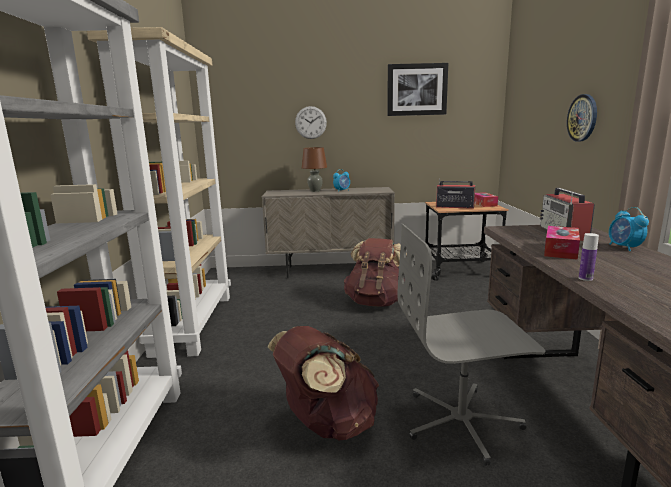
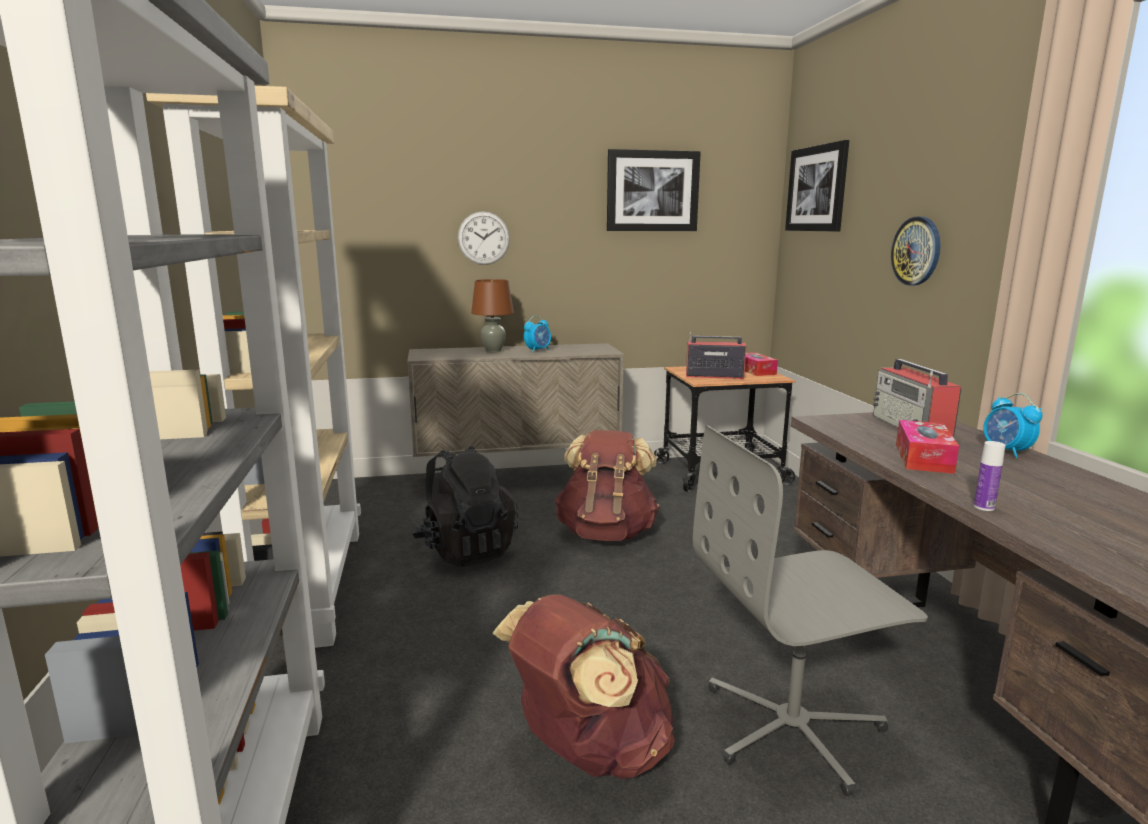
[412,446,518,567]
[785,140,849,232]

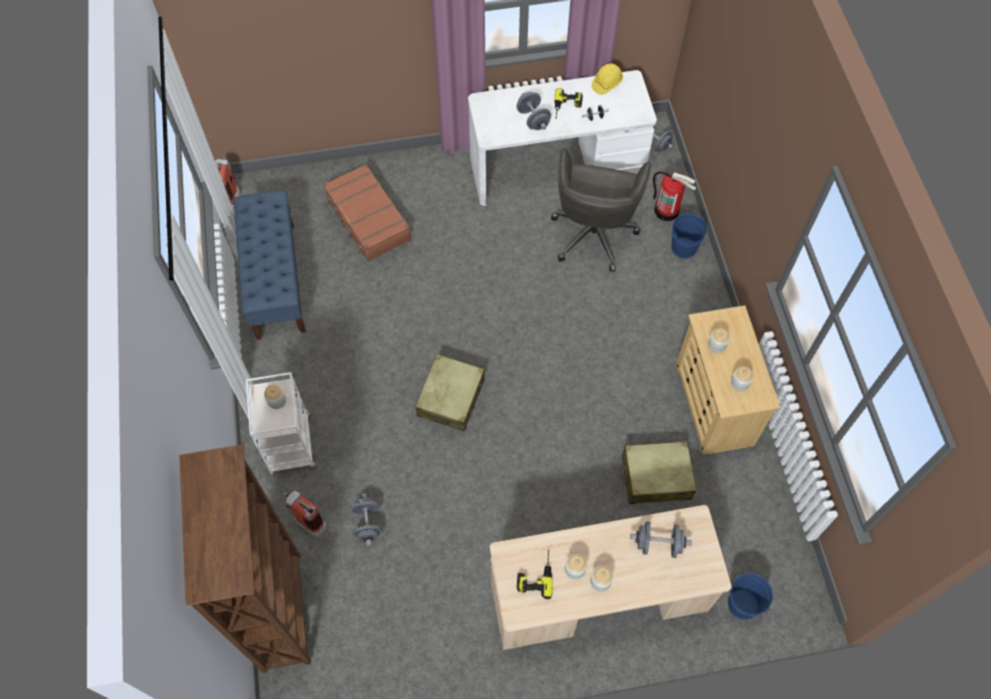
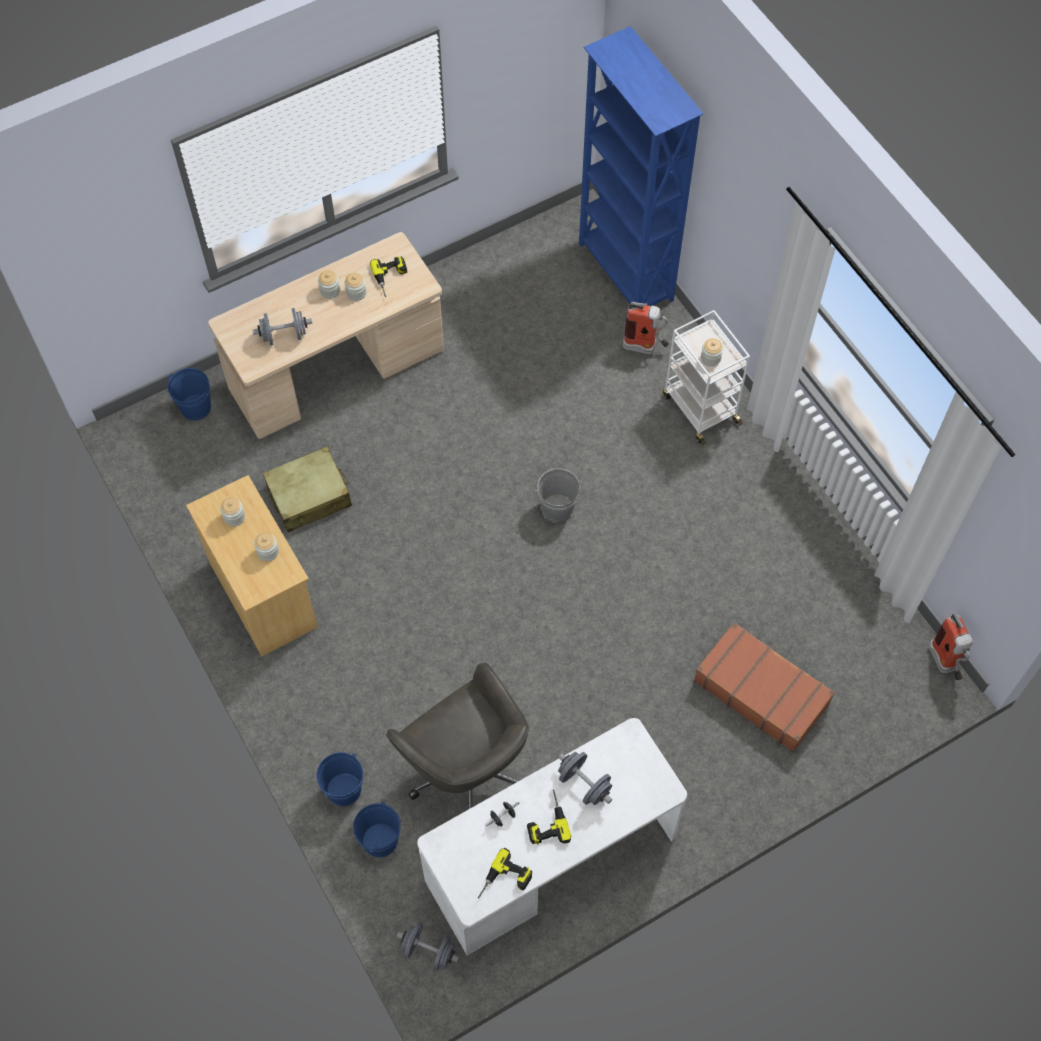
[233,190,306,340] (first image)
[351,494,382,546] (first image)
[534,468,582,522]
[478,848,532,899]
[353,801,401,858]
[579,26,704,306]
[386,663,529,809]

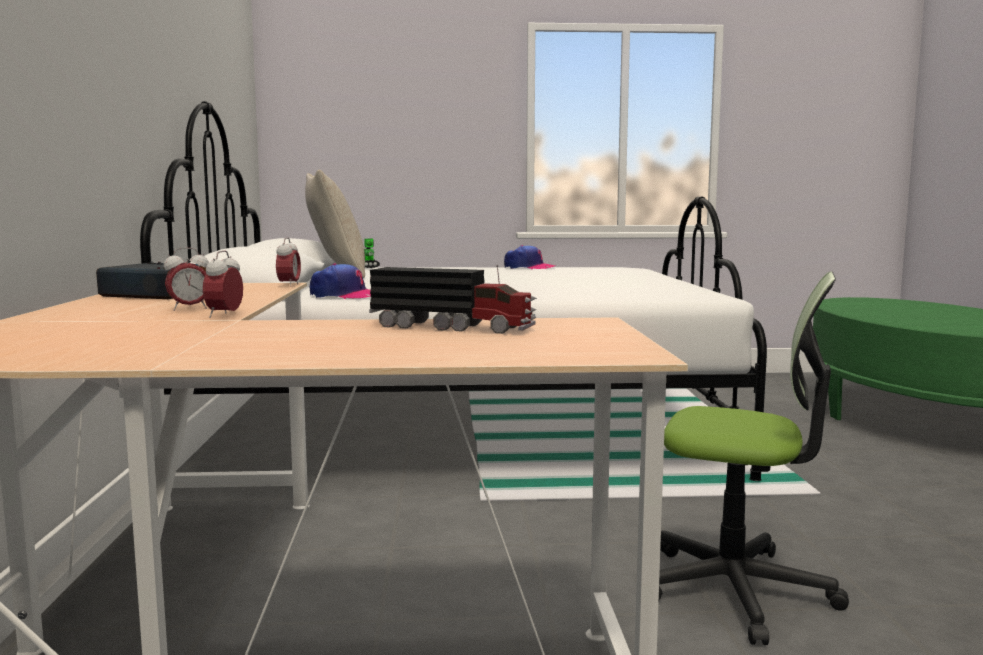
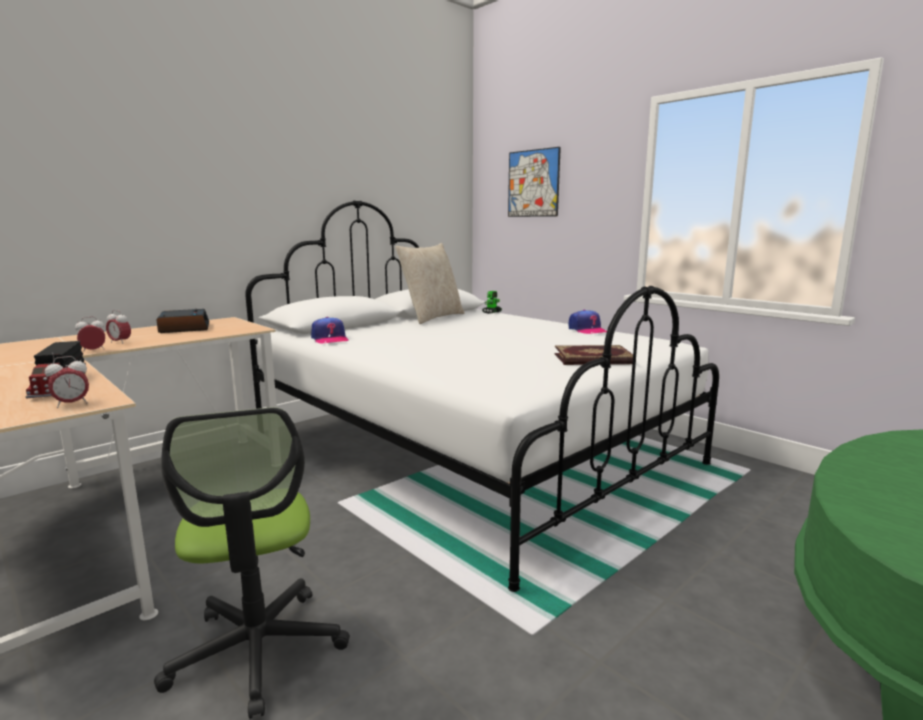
[508,147,561,217]
[555,345,633,365]
[45,356,89,408]

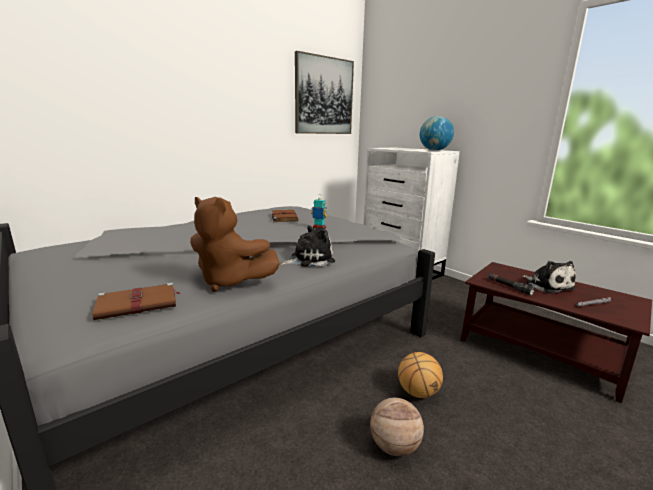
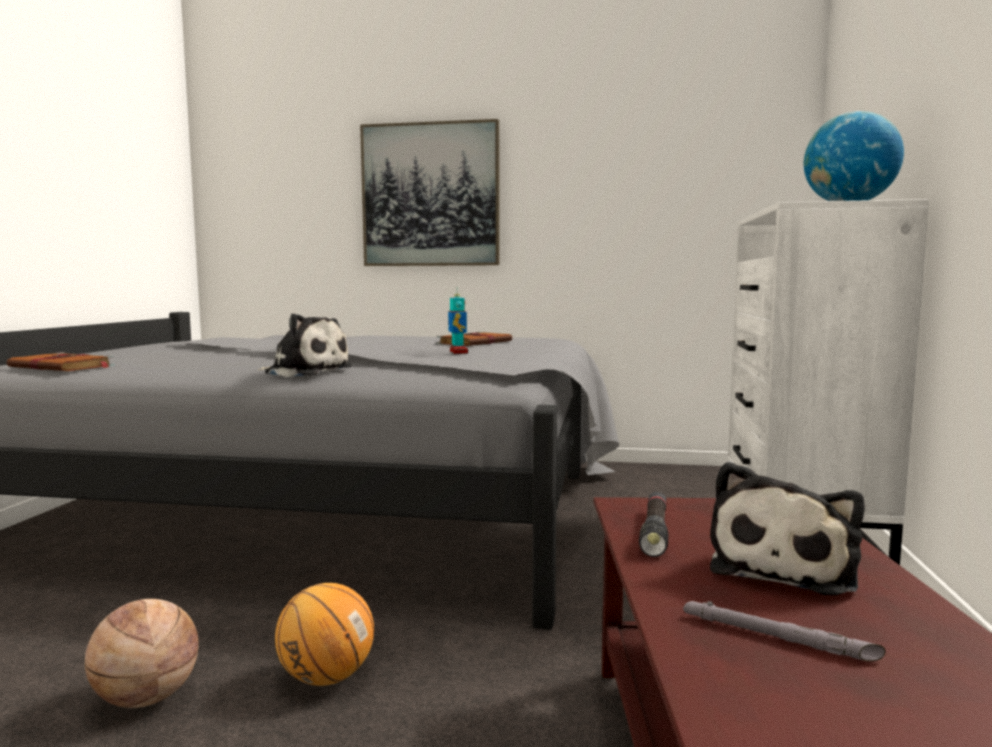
[190,197,280,292] (first image)
[360,119,500,266]

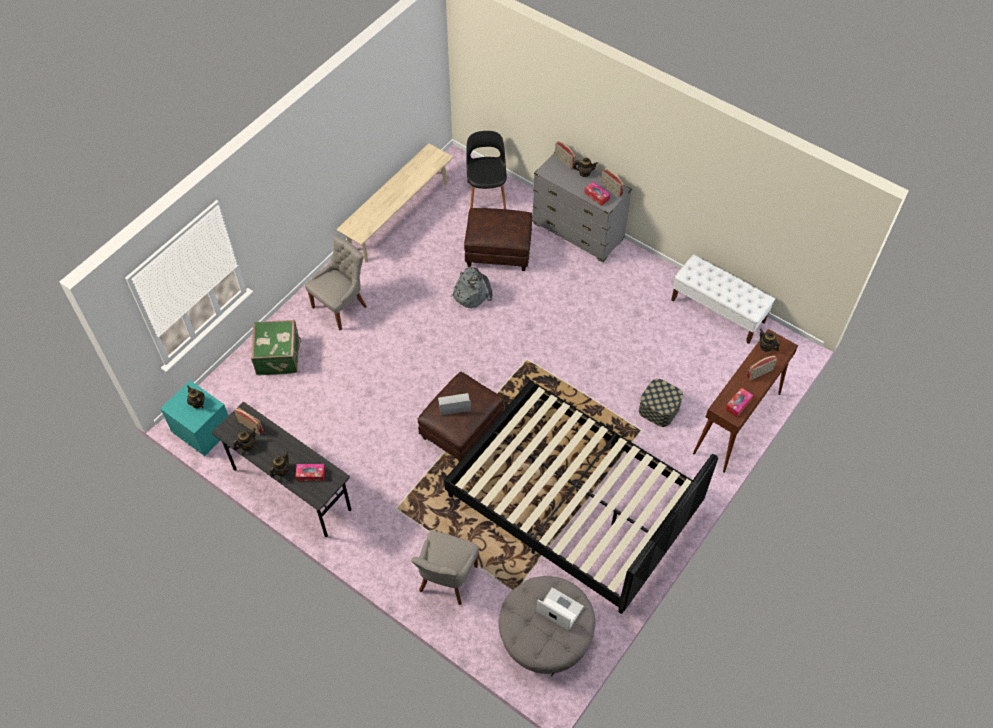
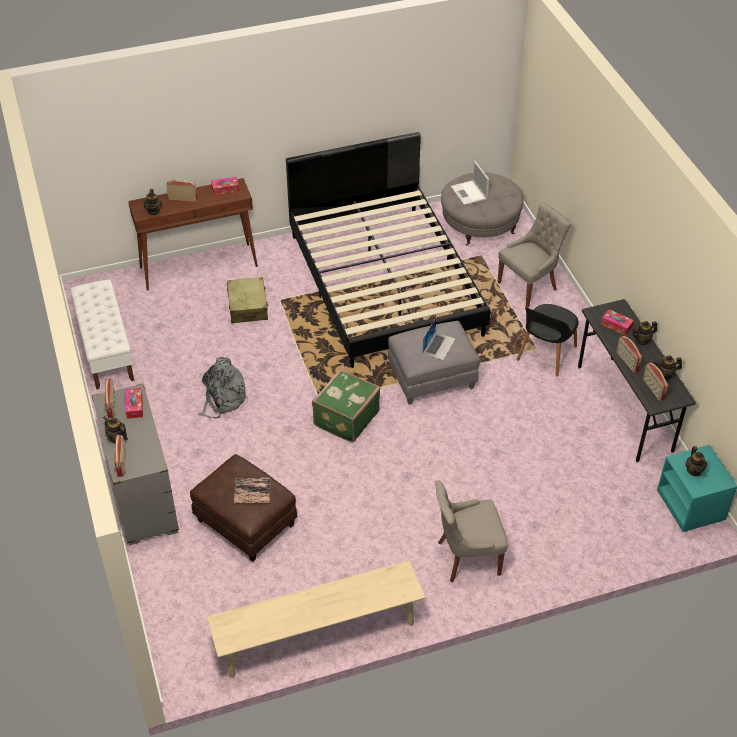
[234,478,271,504]
[616,336,642,373]
[312,369,380,443]
[198,357,248,419]
[517,304,579,377]
[227,277,268,323]
[388,321,480,405]
[422,318,456,360]

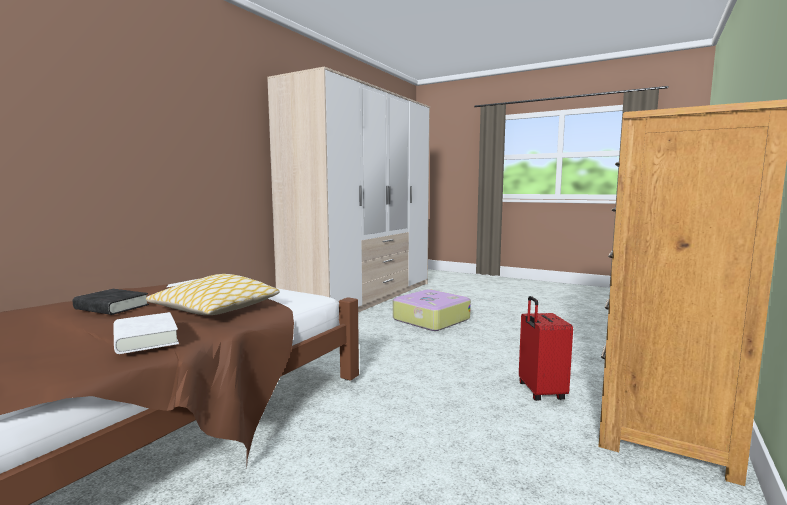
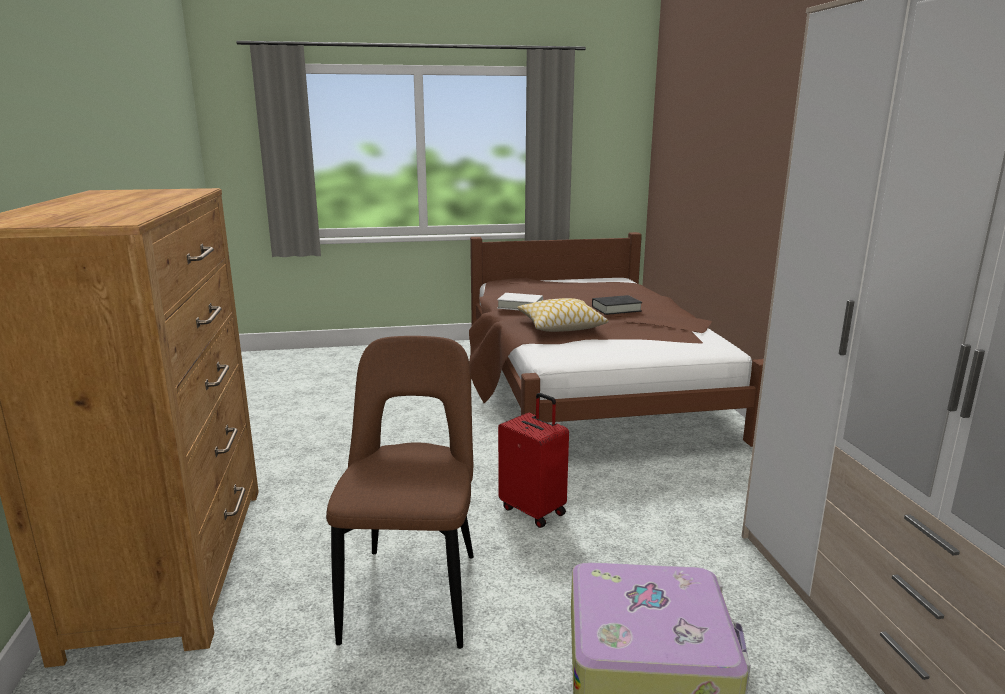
[326,336,474,649]
[498,393,569,528]

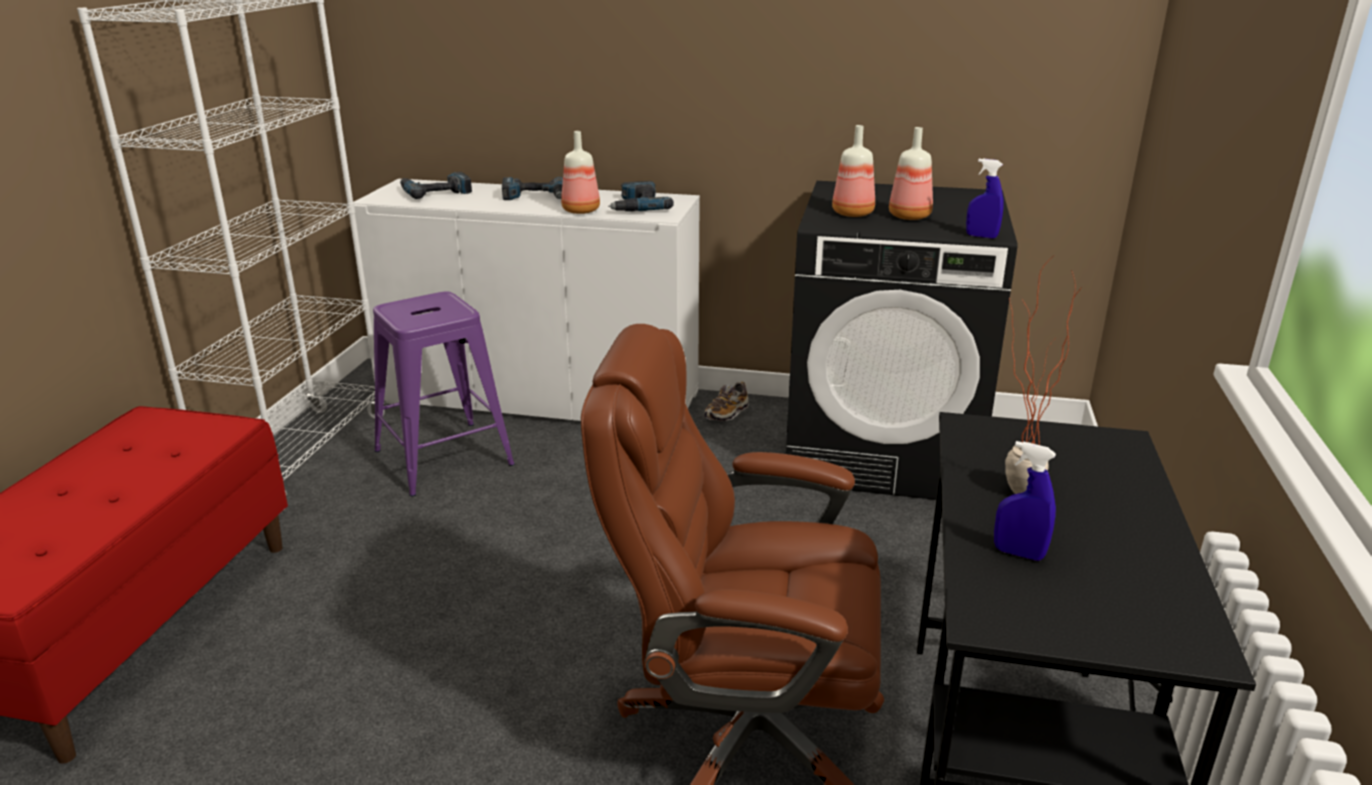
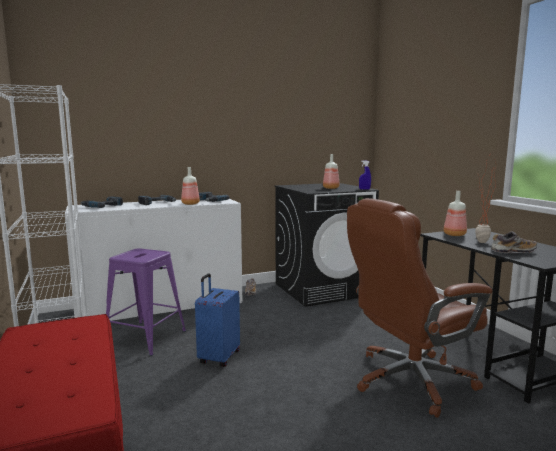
[195,273,240,367]
[444,191,467,236]
[491,232,537,253]

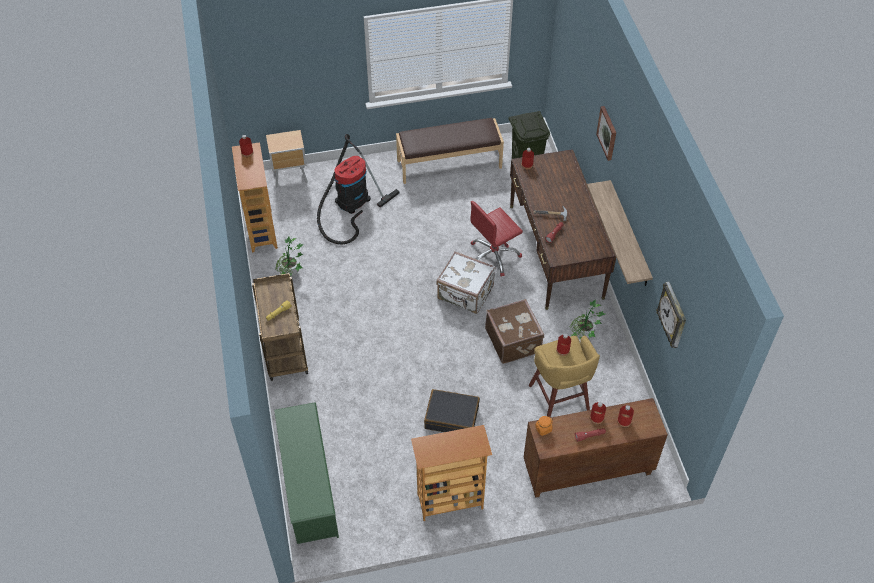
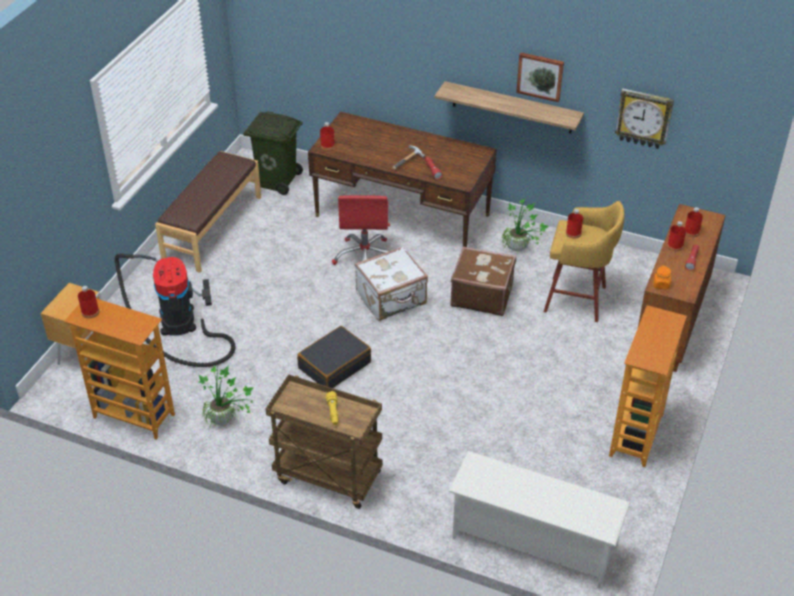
[297,326,371,388]
[516,53,564,102]
[448,451,631,589]

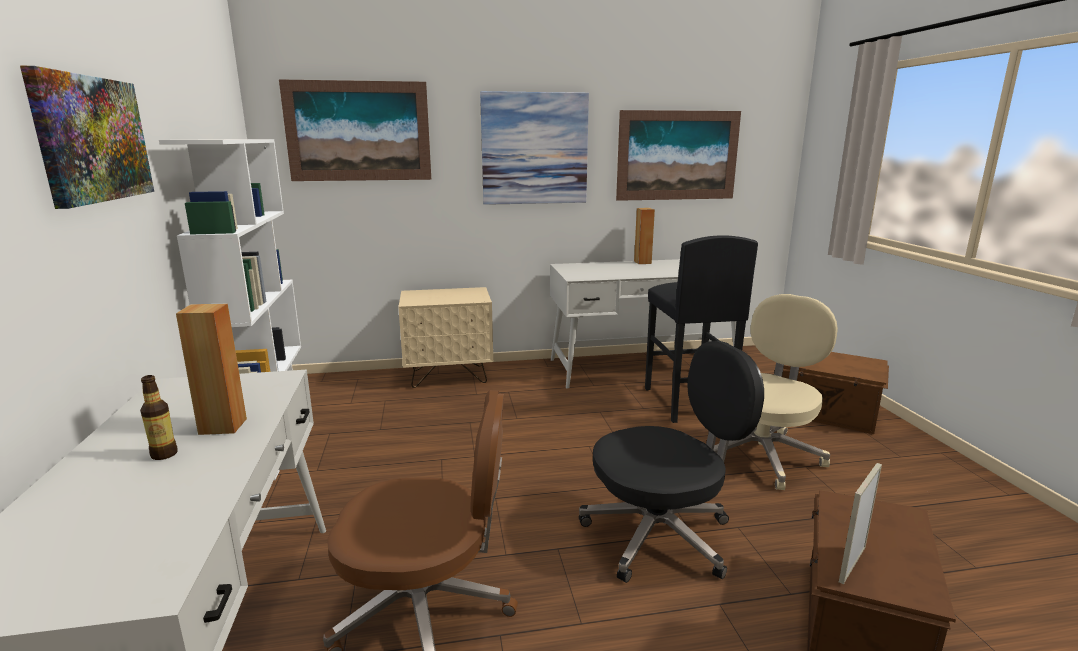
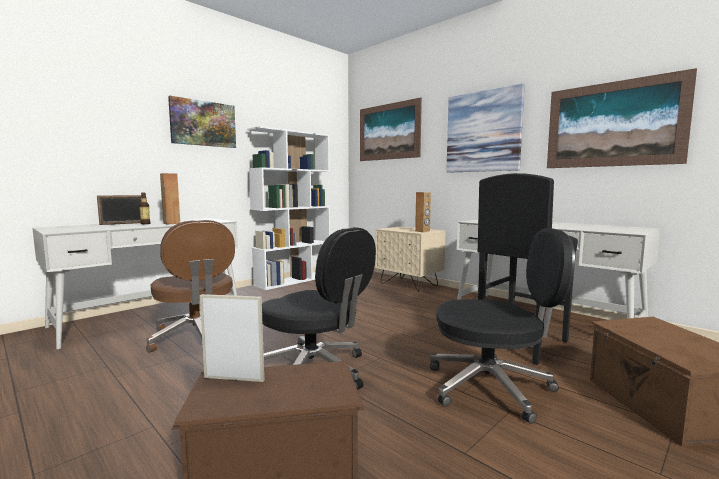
[97,195,141,225]
[415,192,431,232]
[430,228,575,424]

